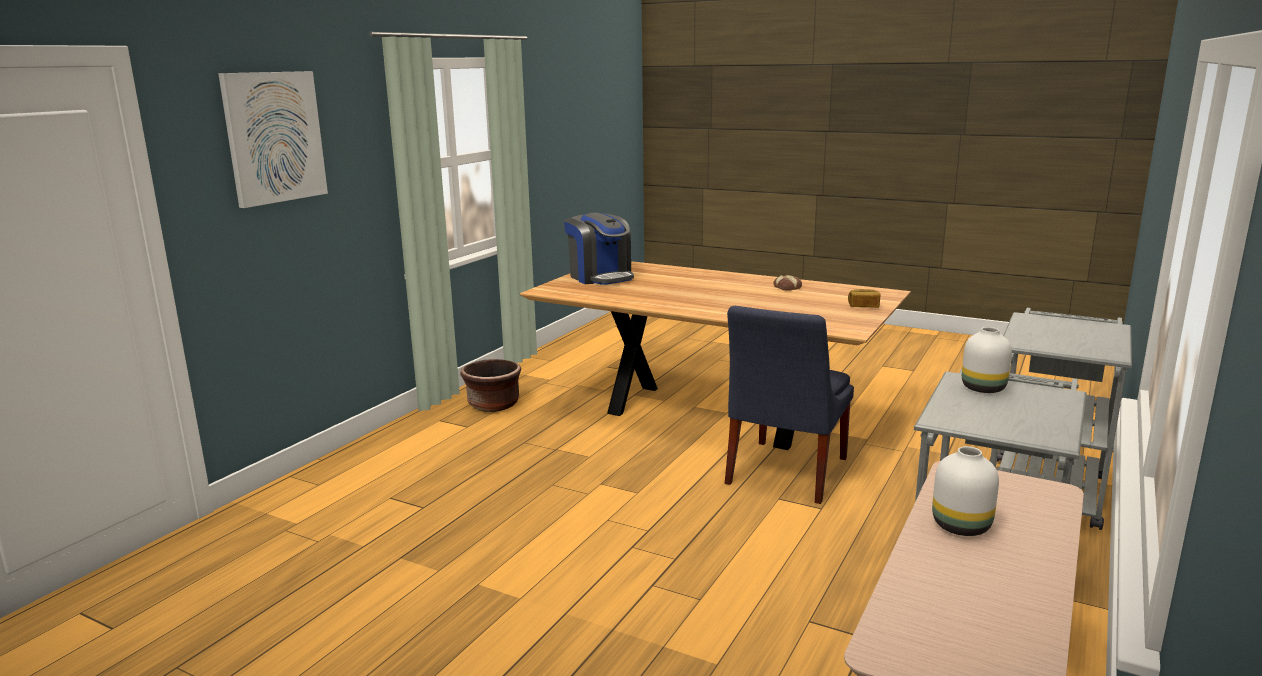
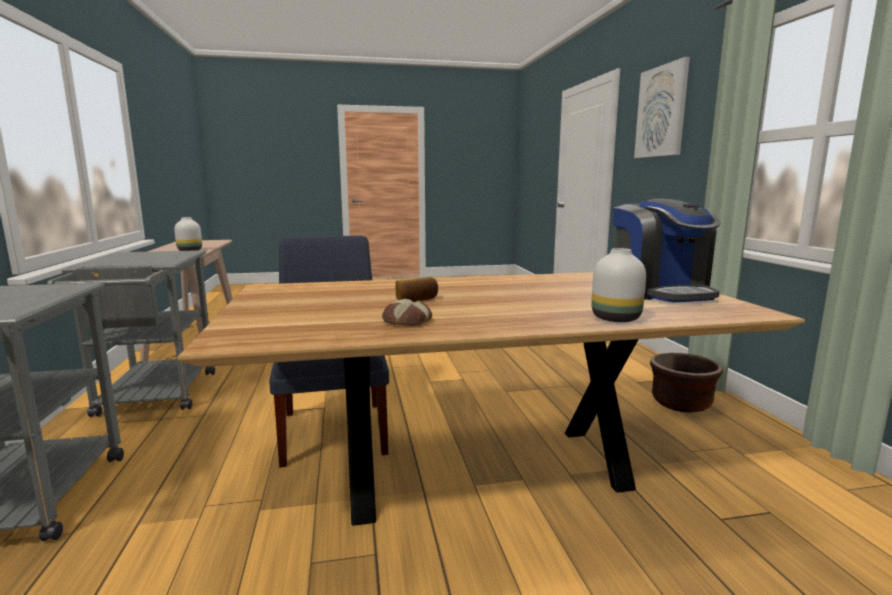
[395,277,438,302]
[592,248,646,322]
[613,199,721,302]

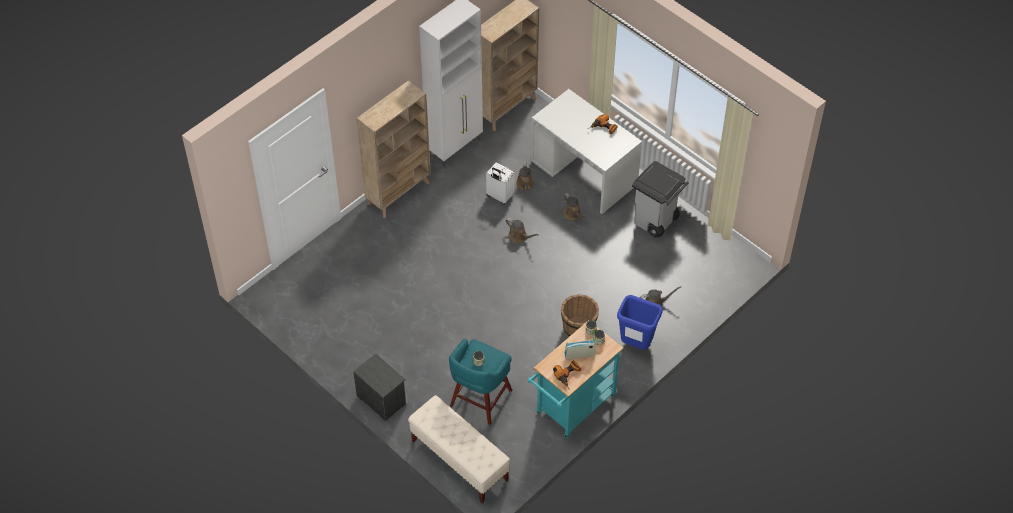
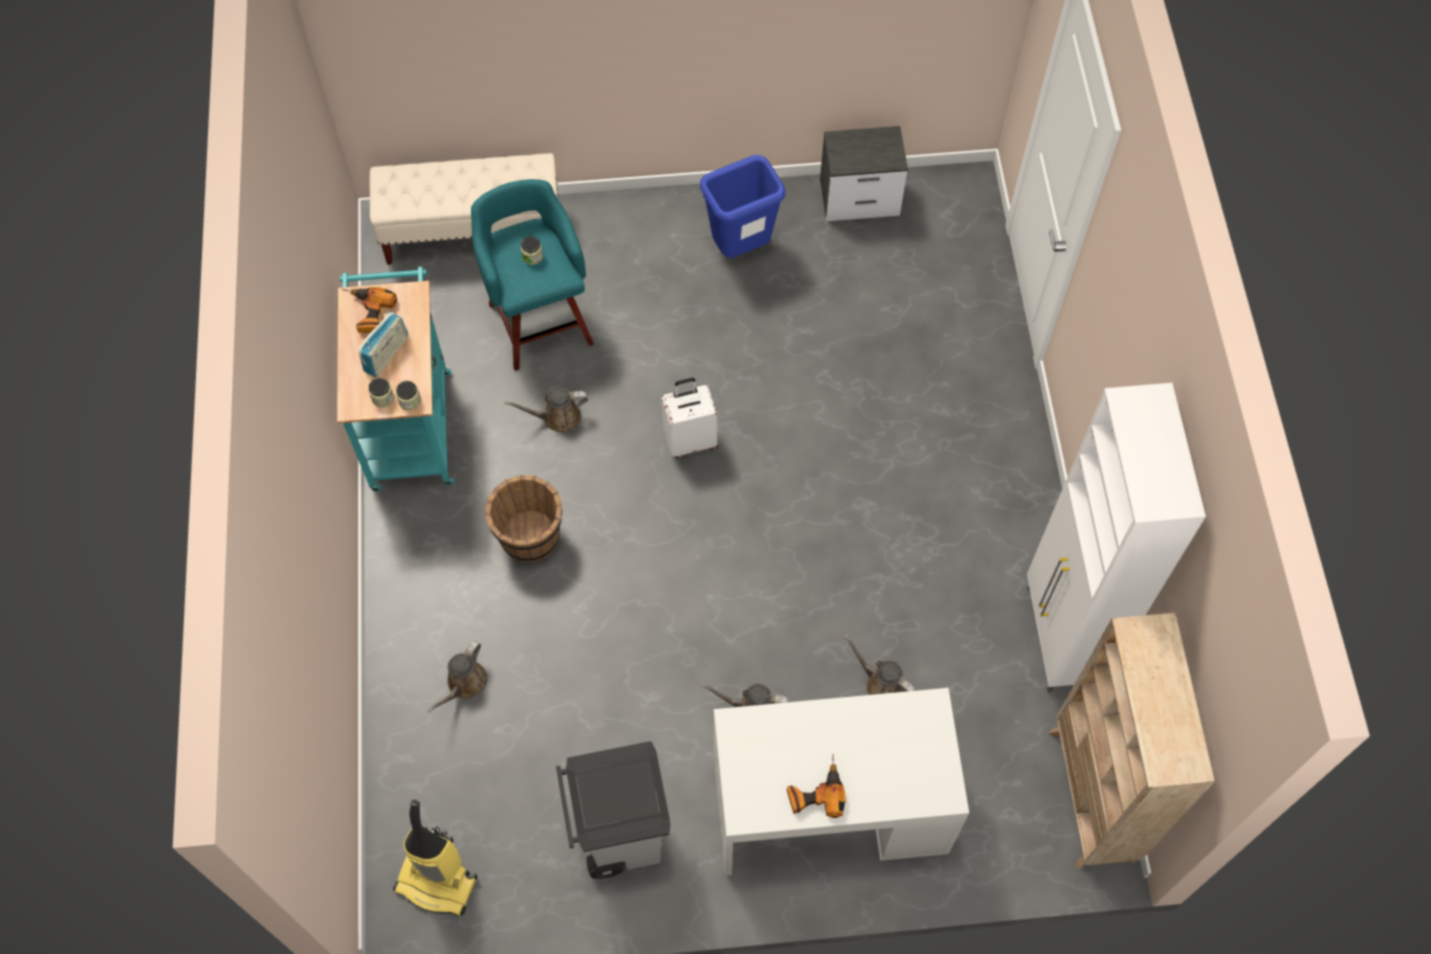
[356,80,431,218] (first image)
[393,800,477,916]
[820,126,908,221]
[661,378,717,458]
[505,388,588,433]
[700,155,785,258]

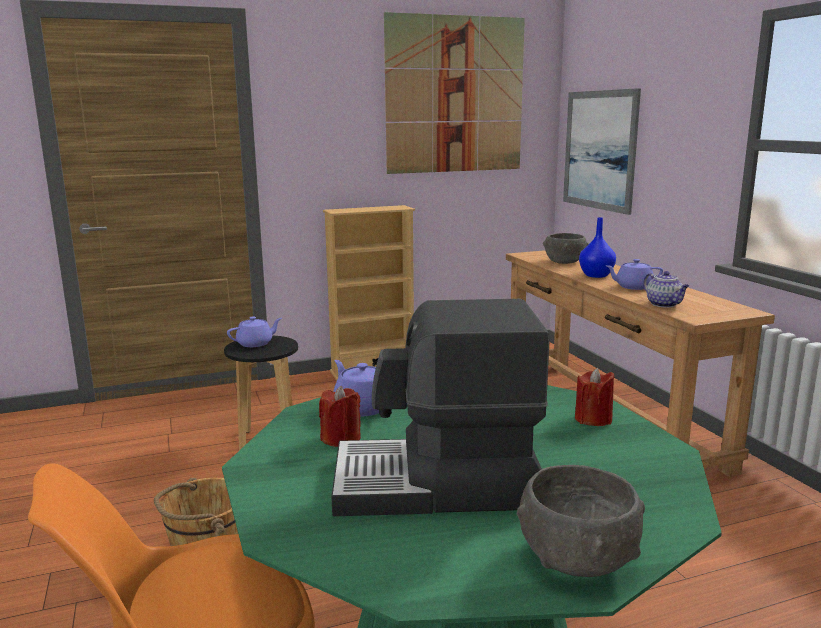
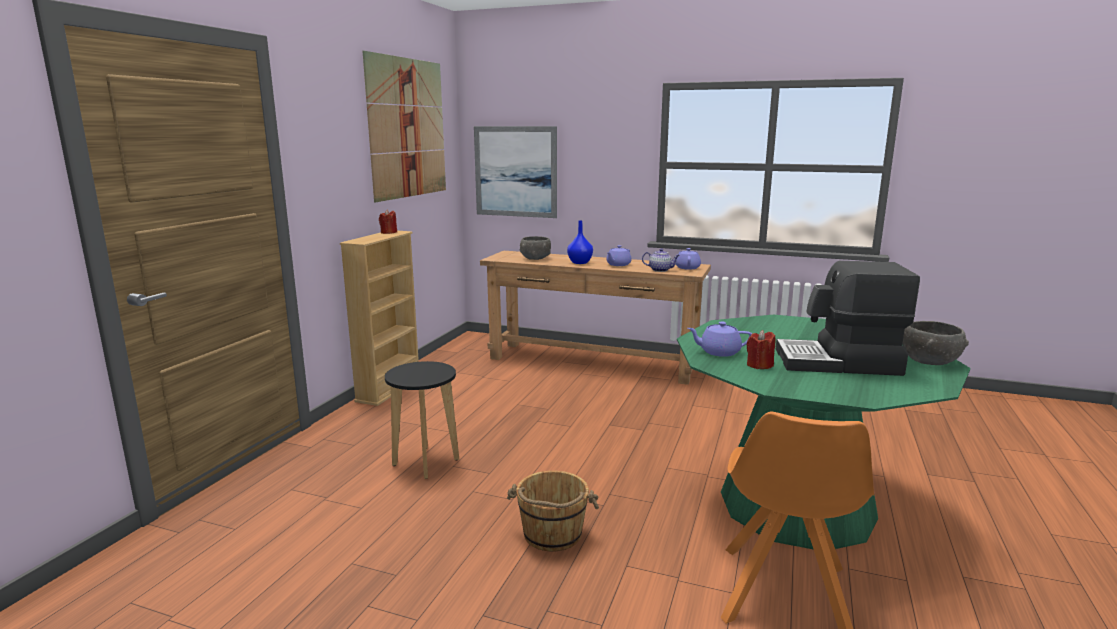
[676,248,701,270]
[379,210,397,234]
[776,261,920,376]

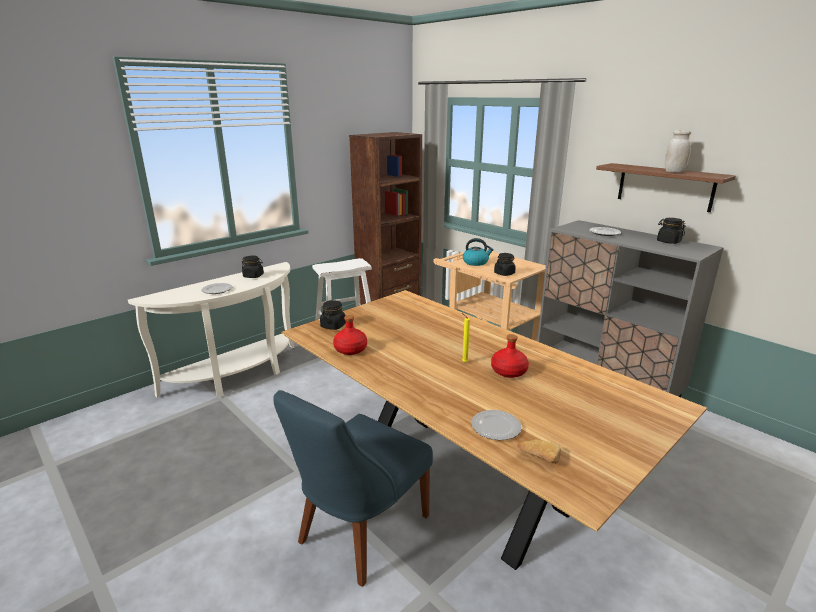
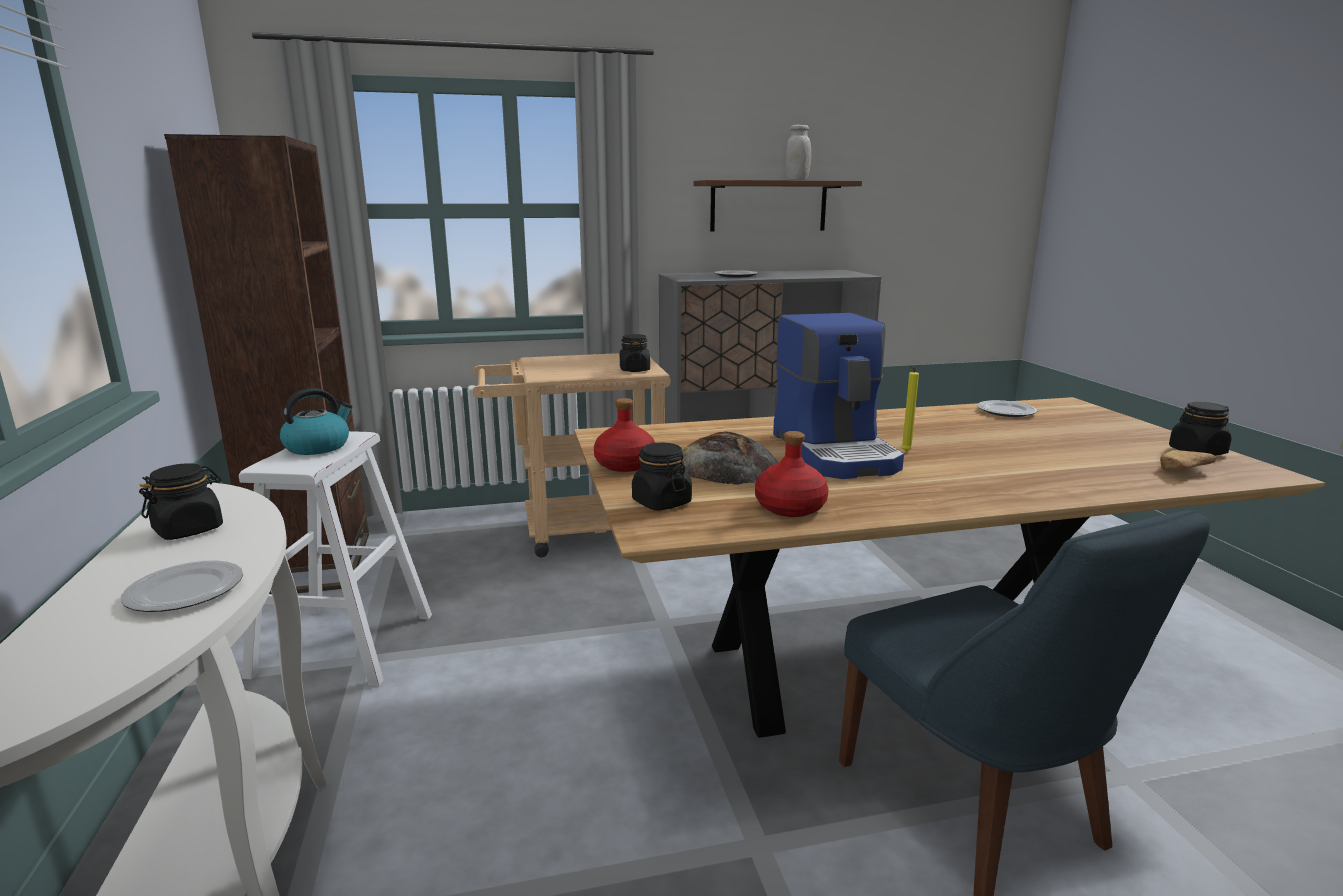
[682,432,778,485]
[773,313,904,479]
[280,388,353,455]
[977,400,1037,417]
[594,398,655,472]
[1169,402,1231,456]

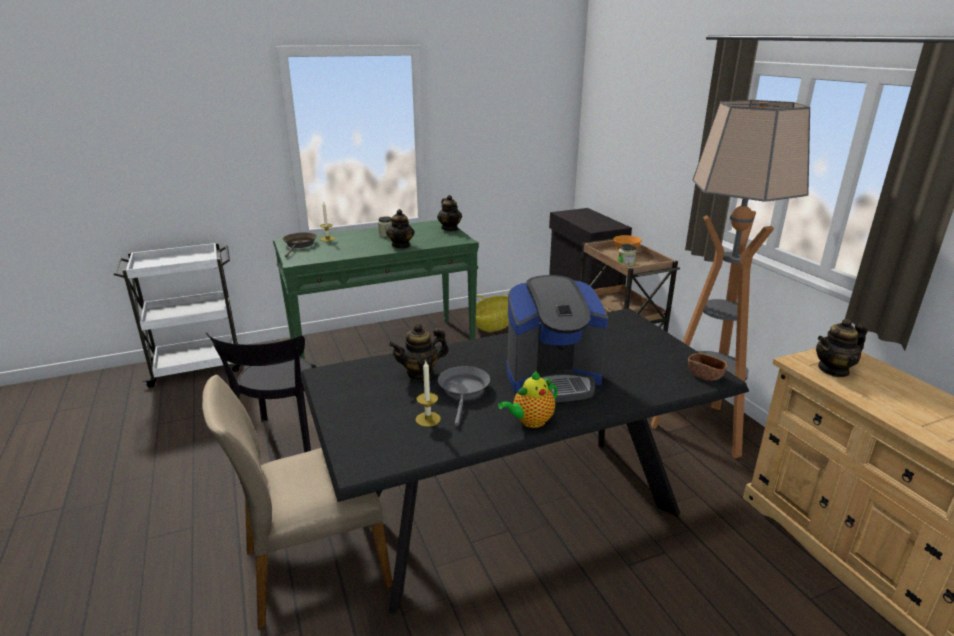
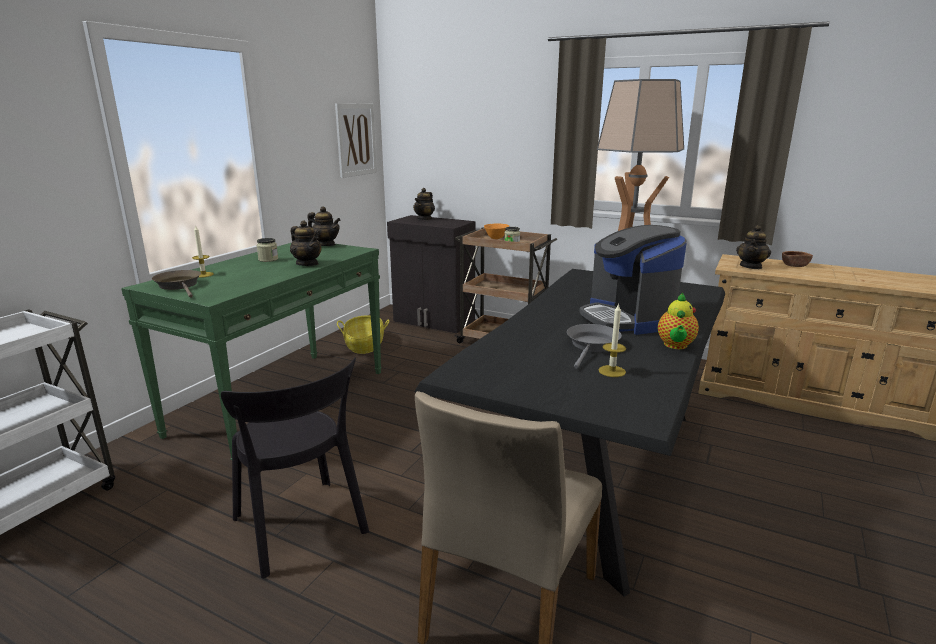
[335,103,377,178]
[414,188,435,220]
[782,251,813,267]
[567,324,622,369]
[579,225,687,335]

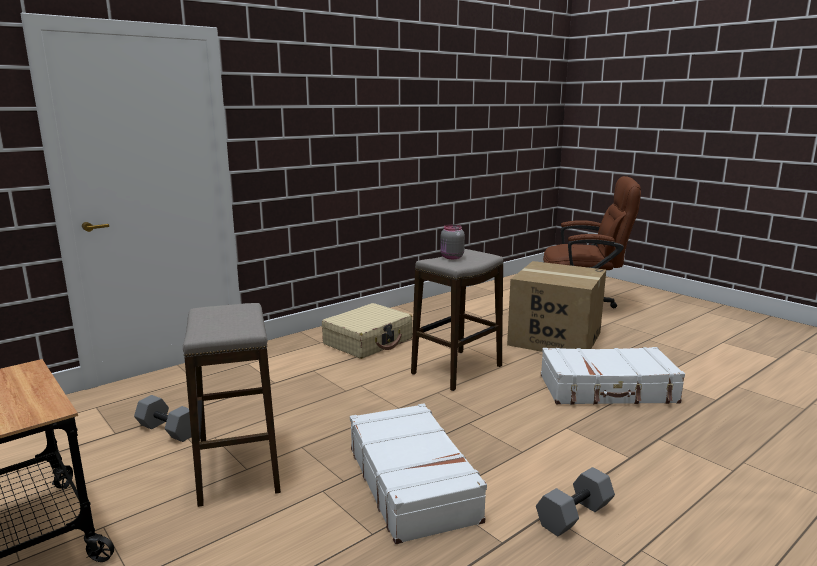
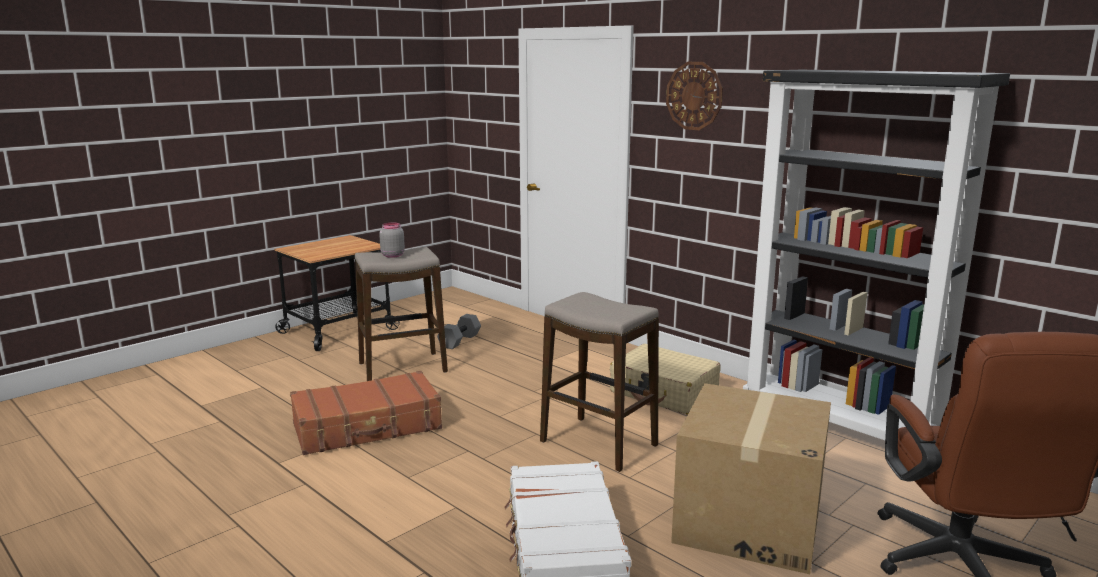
[536,467,615,536] (first image)
[666,62,723,130]
[743,70,1010,440]
[379,222,405,258]
[290,371,442,455]

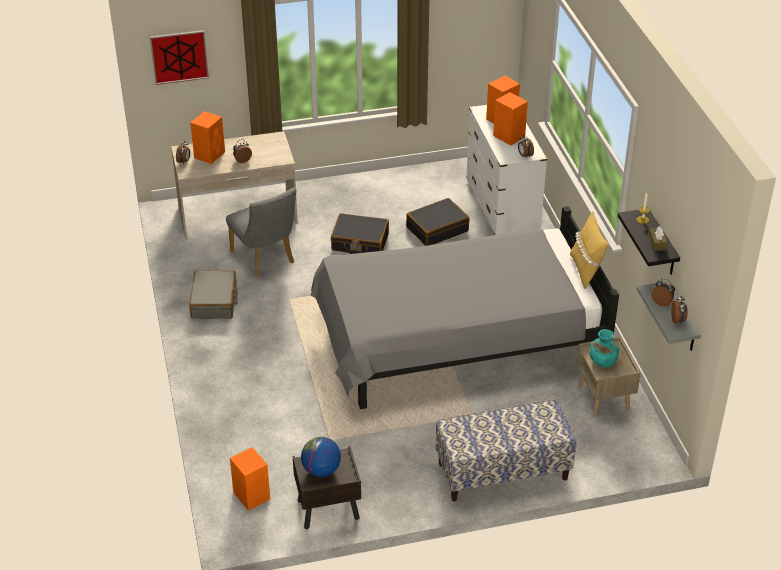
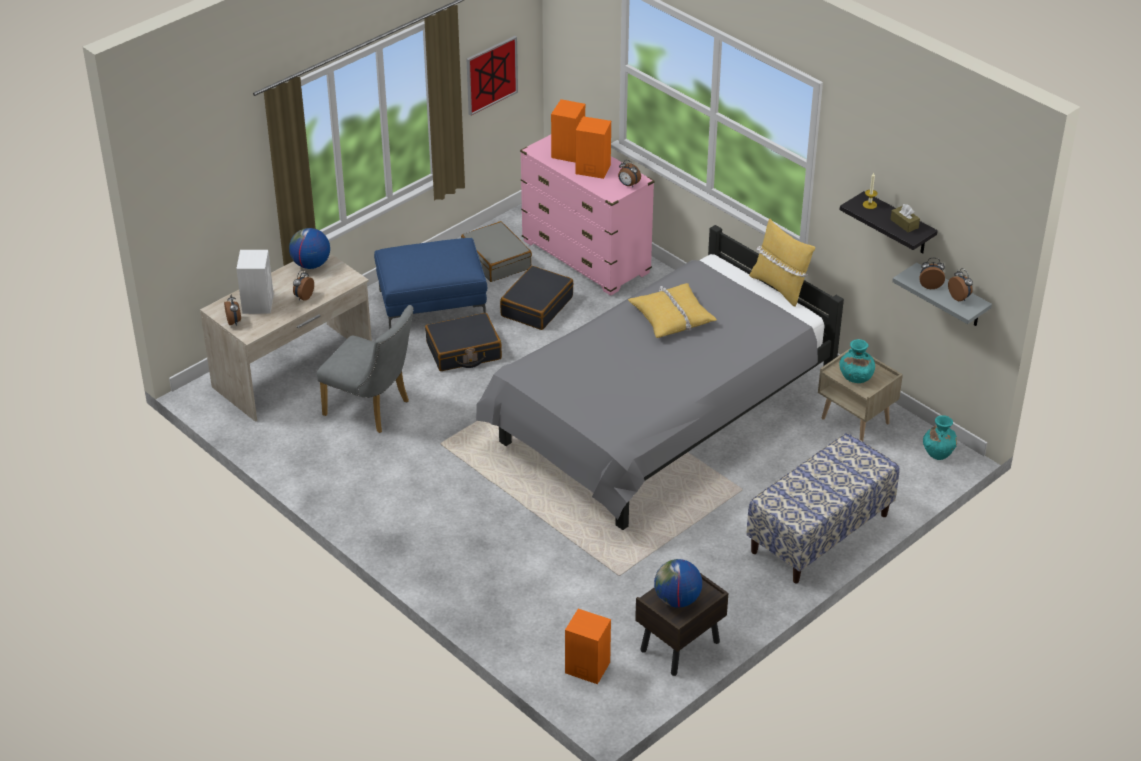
[289,228,330,269]
[374,238,487,329]
[628,283,717,338]
[923,415,957,460]
[467,36,518,116]
[461,221,532,282]
[236,250,274,314]
[520,135,655,296]

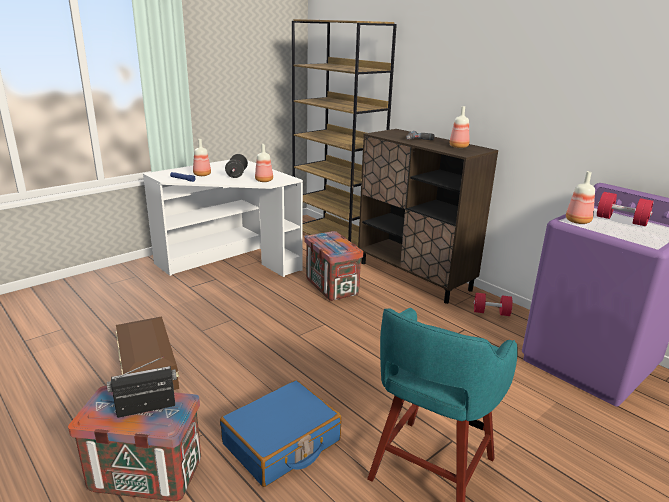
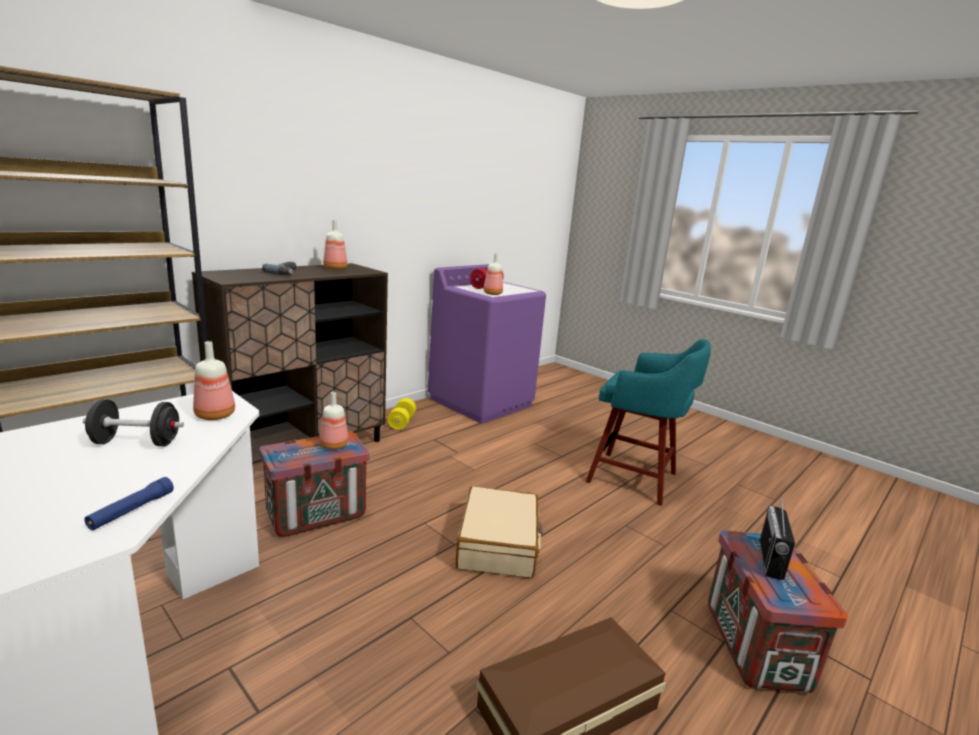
[220,380,341,487] (first image)
[456,486,543,578]
[319,392,349,450]
[387,398,416,430]
[759,494,795,580]

